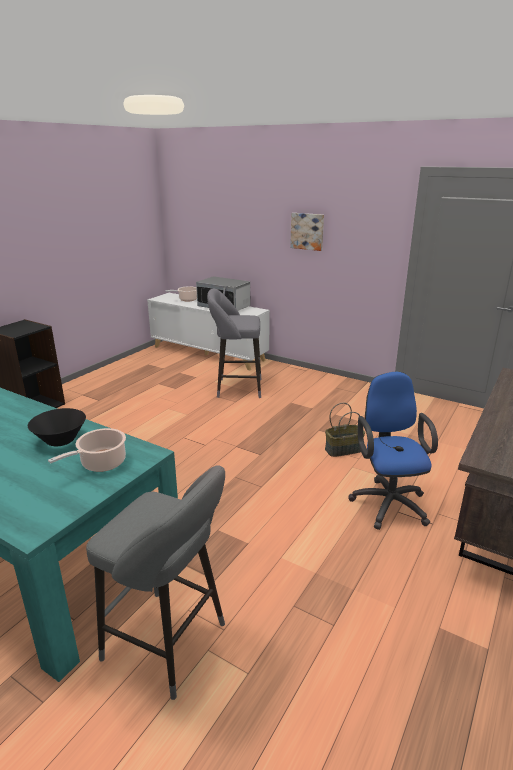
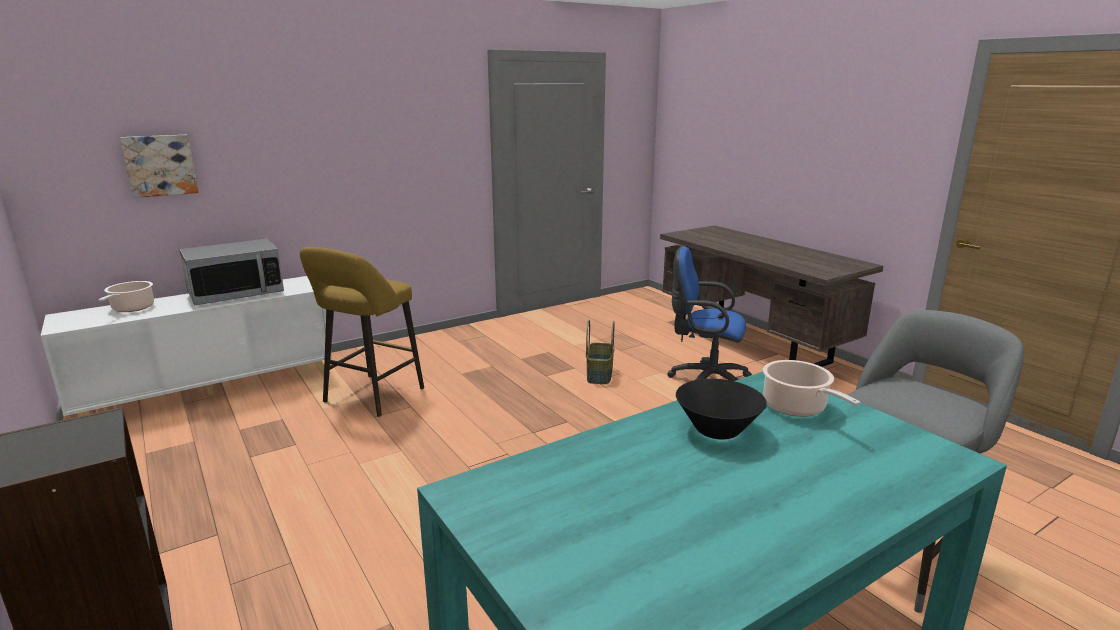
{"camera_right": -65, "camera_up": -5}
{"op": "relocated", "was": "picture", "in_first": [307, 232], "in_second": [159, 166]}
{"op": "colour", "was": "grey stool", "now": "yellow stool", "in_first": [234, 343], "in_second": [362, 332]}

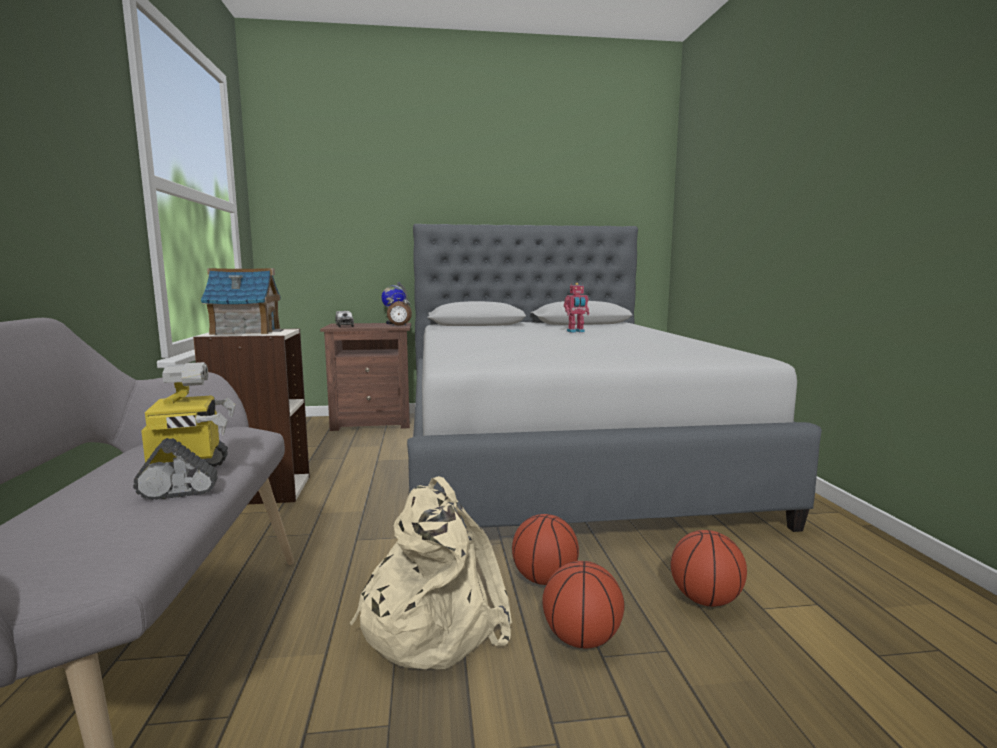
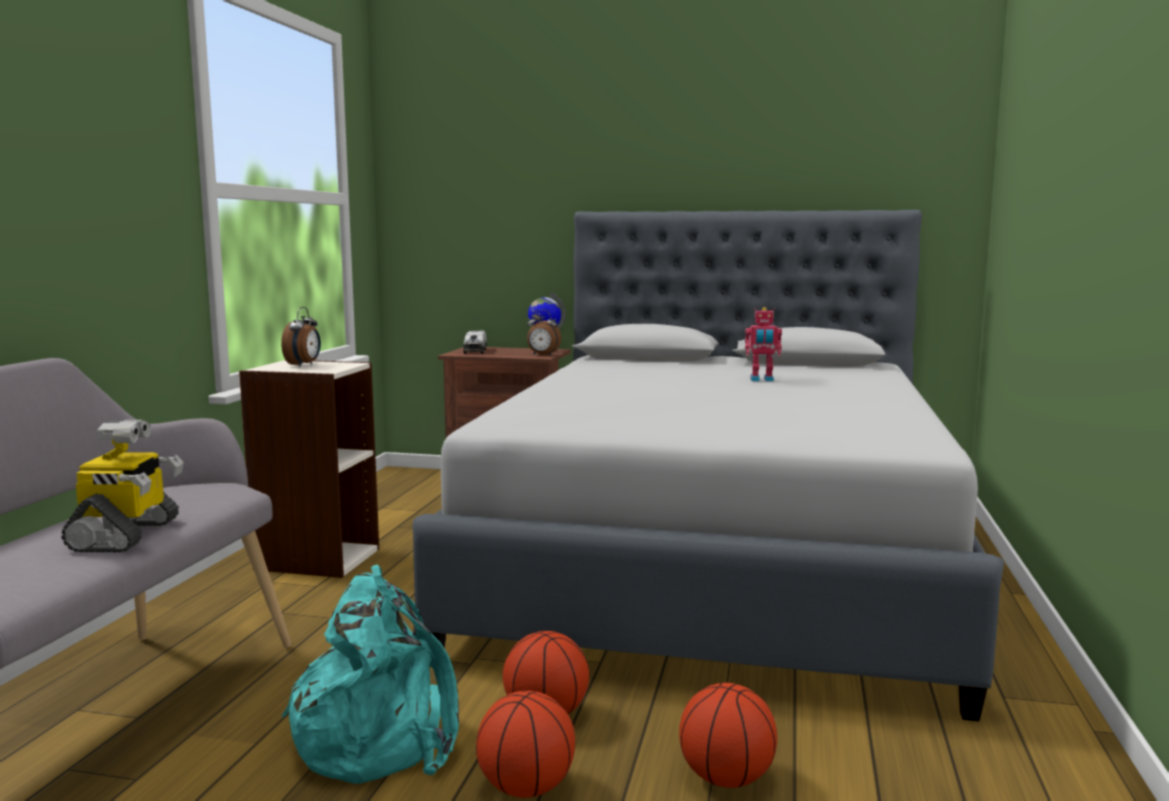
{"camera_right": 20, "camera_up": 0}
{"op": "exchanged", "was": "toy house", "now": "alarm clock", "in_first": [242, 301], "in_second": [301, 337]}
{"op": "colour", "was": "beige backpack", "now": "turquoise backpack", "in_first": [430, 572], "in_second": [370, 674]}

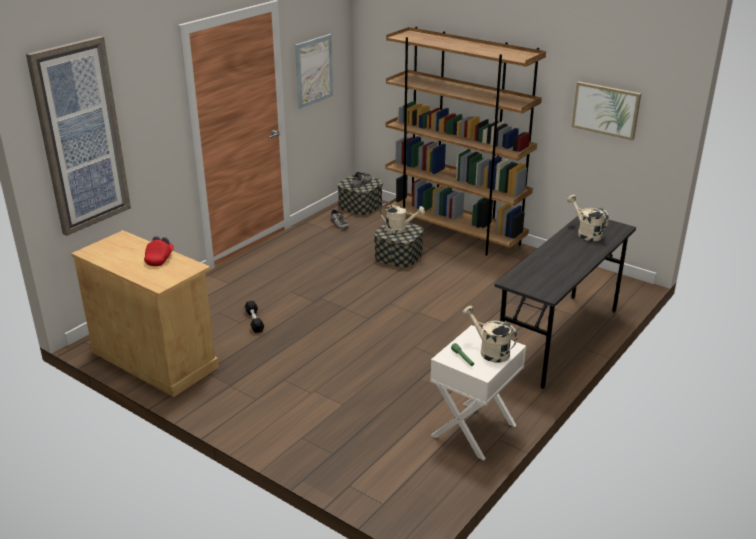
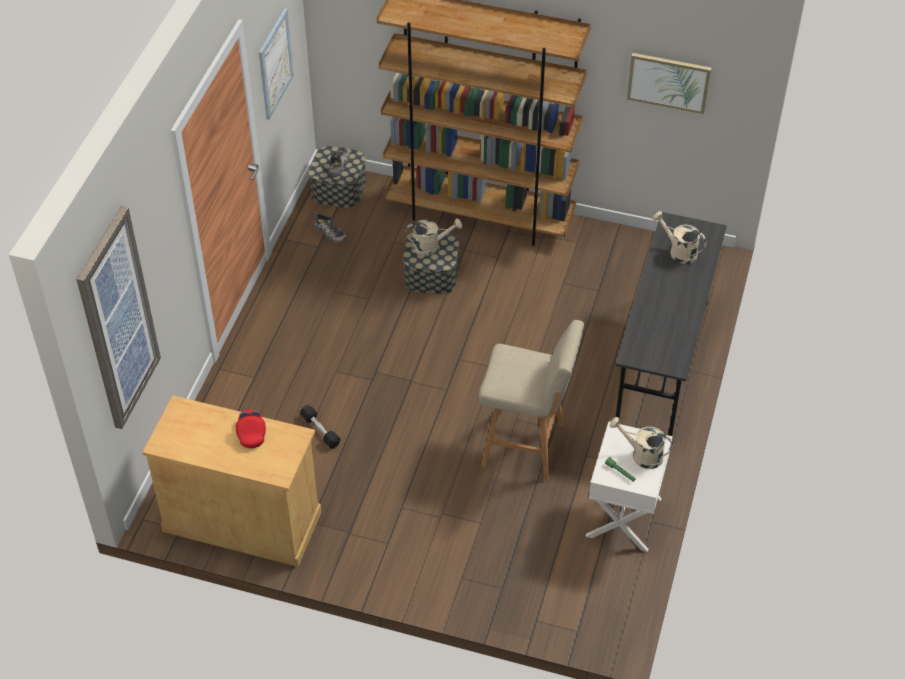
{"camera_right": -20, "camera_up": 20}
{"op": "appeared", "now": "beige stool", "in_second": [531, 400]}

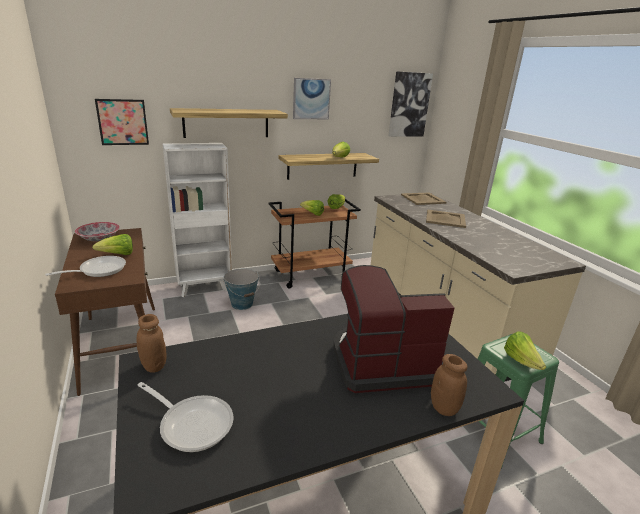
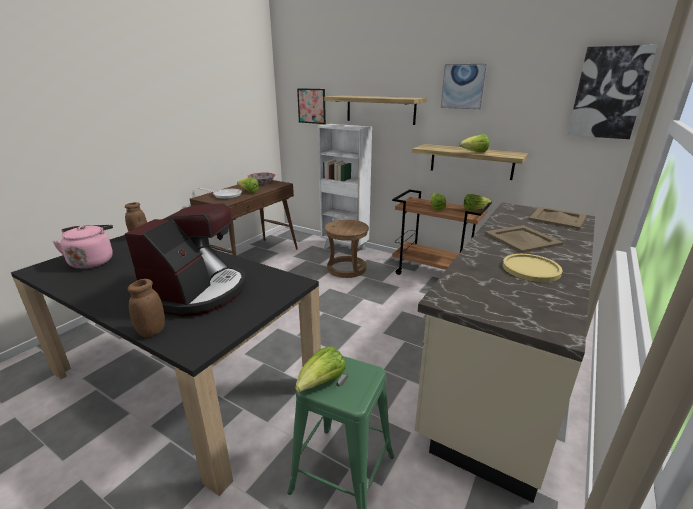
{"camera_right": 55, "camera_up": 0}
{"op": "spun", "was": "coffee machine", "in_first": [394, 329], "in_second": [185, 259], "clockwise": 60}
{"op": "exchanged", "was": "bucket", "now": "brown stool", "in_first": [242, 289], "in_second": [347, 249]}
{"op": "exchanged", "was": "frying pan", "now": "pink kettle", "in_first": [185, 417], "in_second": [82, 247]}
{"op": "appeared", "now": "yellow plate", "in_second": [532, 268]}

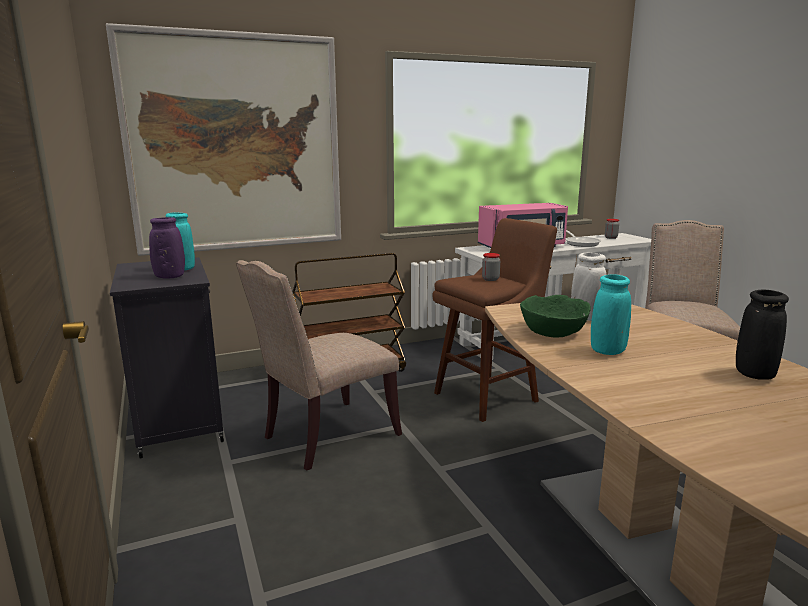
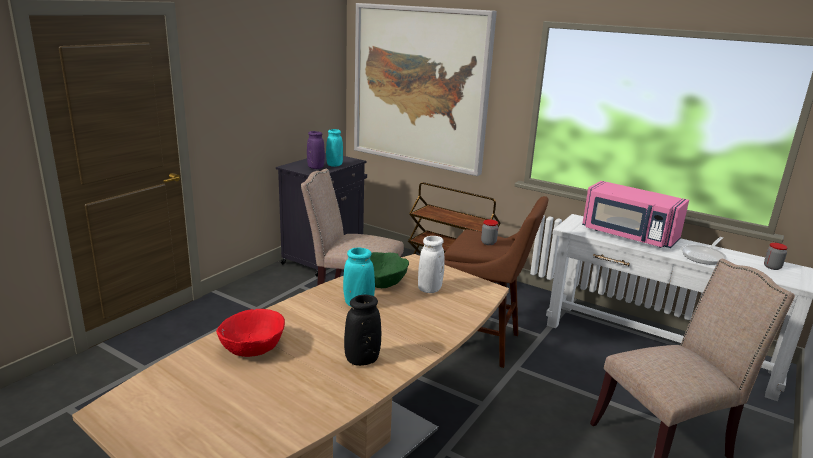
{"camera_right": 55, "camera_up": 5}
{"op": "appeared", "now": "red bowl", "in_second": [250, 333]}

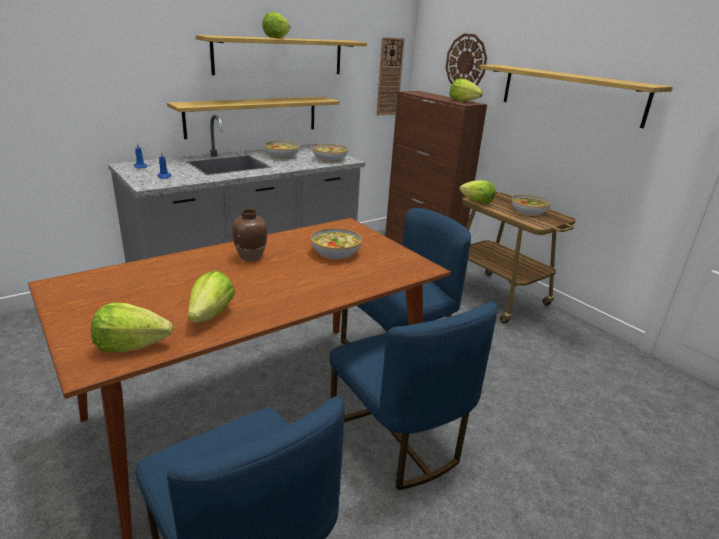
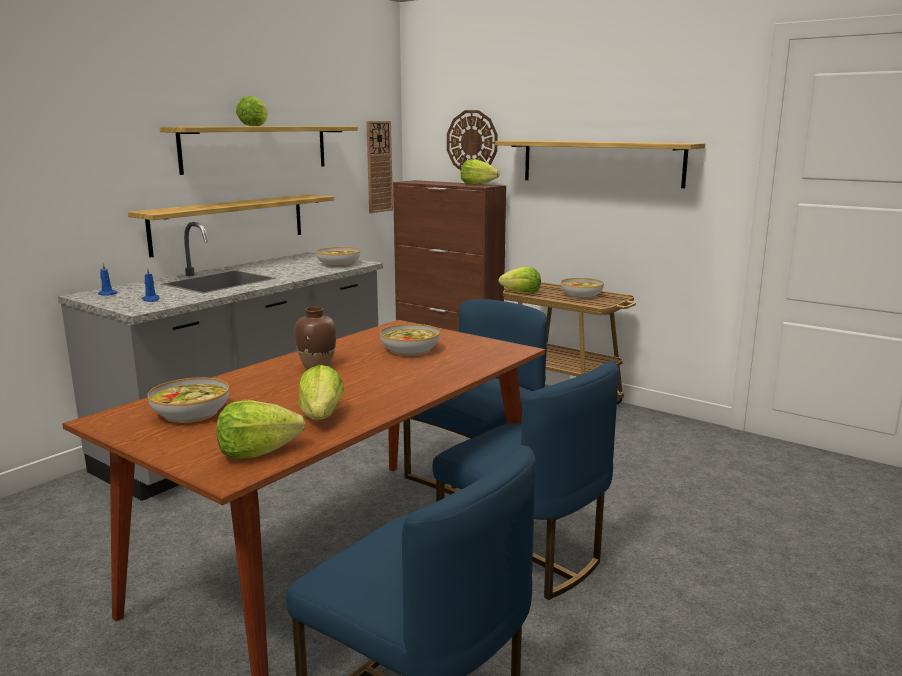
{"camera_right": -15, "camera_up": -10}
{"op": "relocated", "was": "bowl", "in_first": [282, 150], "in_second": [188, 400]}

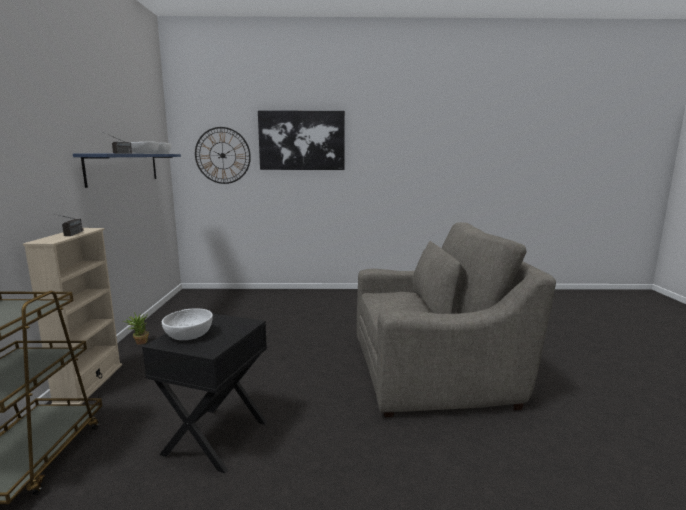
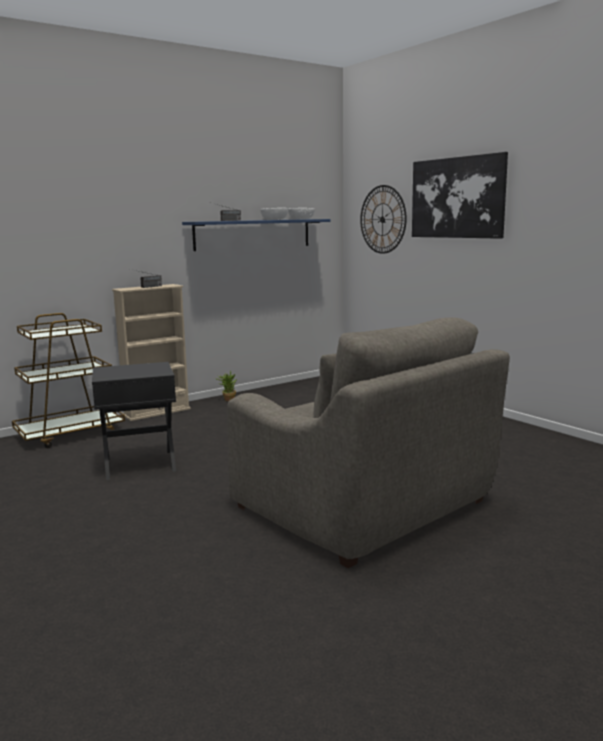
{"camera_right": 55, "camera_up": 0}
{"op": "missing", "was": "white bowl", "in_first": [187, 324]}

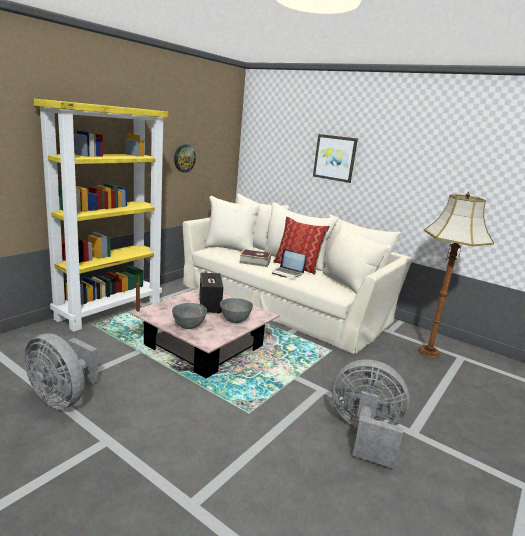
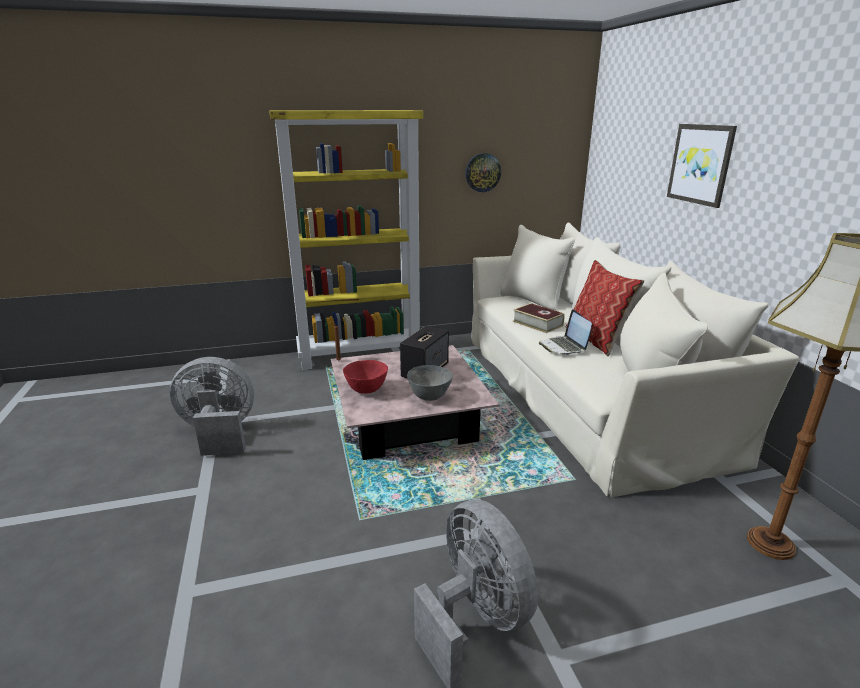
{"camera_right": 40, "camera_up": 5}
{"op": "colour", "was": "grey bowl", "now": "red bowl", "in_first": [189, 316], "in_second": [365, 377]}
{"op": "spun", "was": "grey fan", "in_first": [61, 371], "in_second": [212, 406], "clockwise": 105}

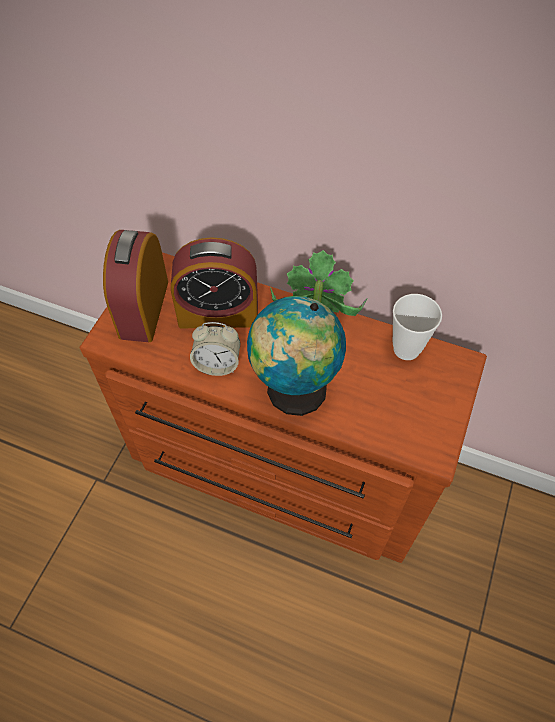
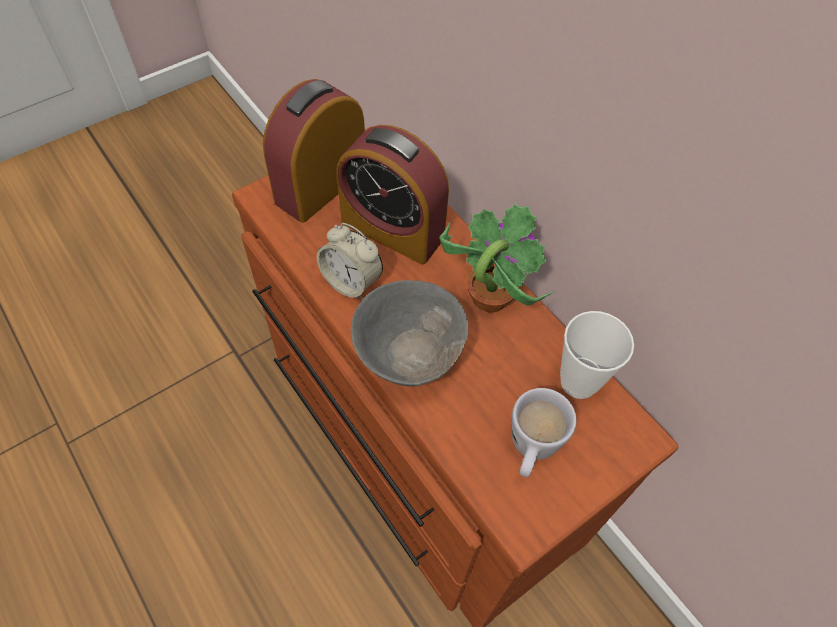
{"camera_right": 30, "camera_up": 0}
{"op": "exchanged", "was": "globe", "now": "grey bowl", "in_first": [296, 356], "in_second": [409, 333]}
{"op": "appeared", "now": "white mug", "in_second": [544, 432]}

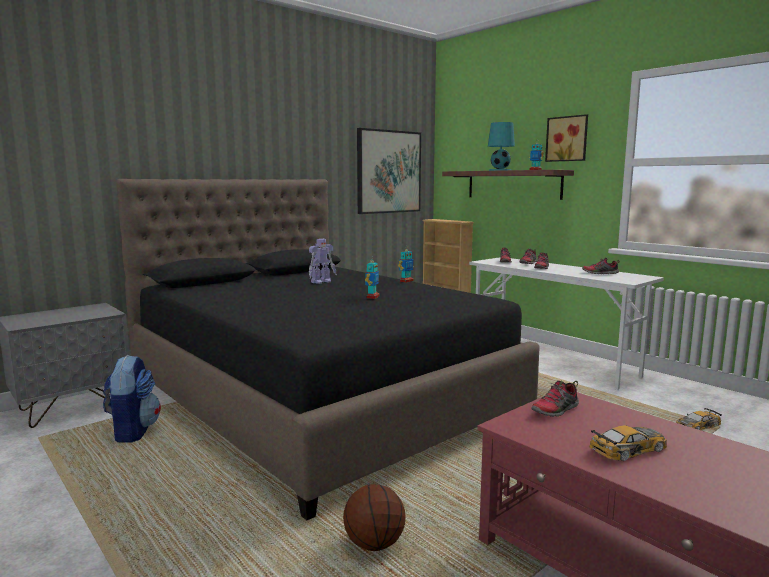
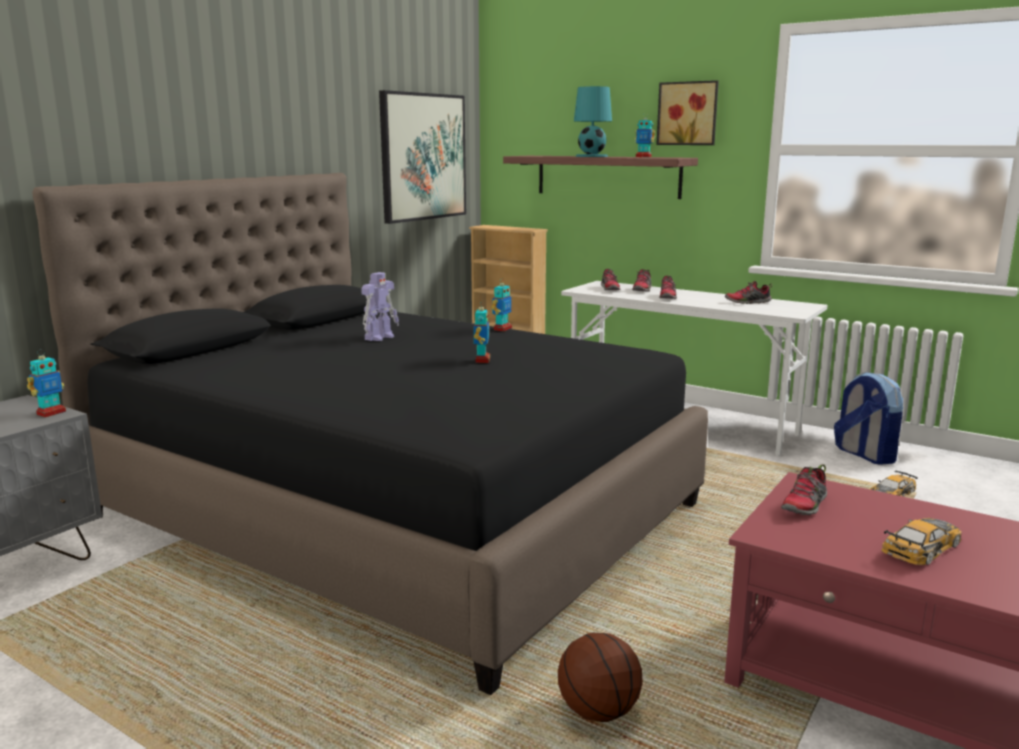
{"camera_right": -15, "camera_up": 5}
{"op": "relocated", "was": "backpack", "in_first": [132, 399], "in_second": [868, 418]}
{"op": "appeared", "now": "toy robot", "in_second": [46, 383]}

